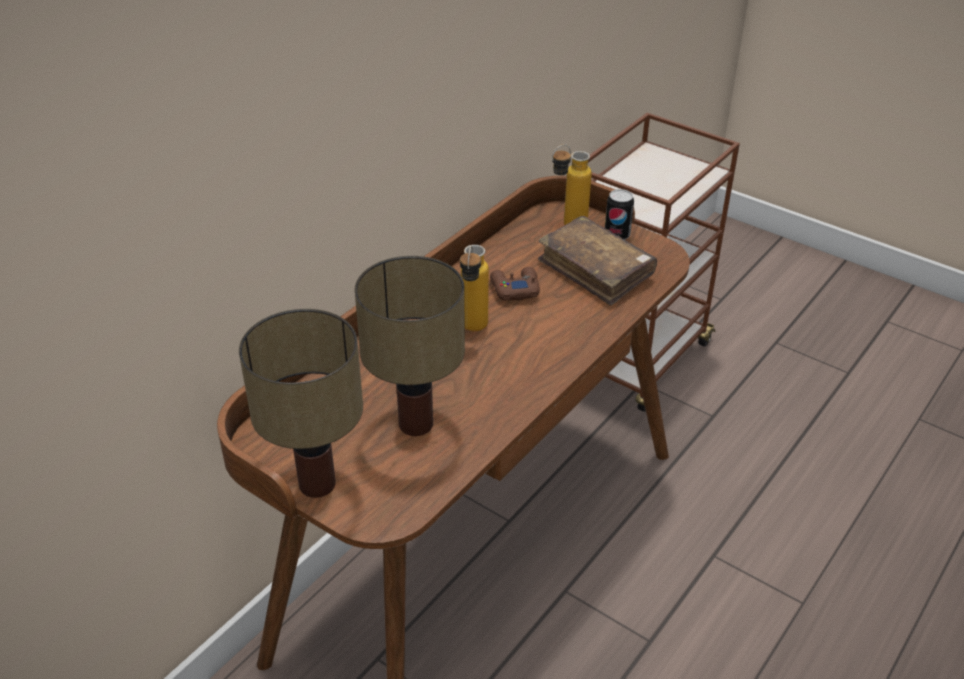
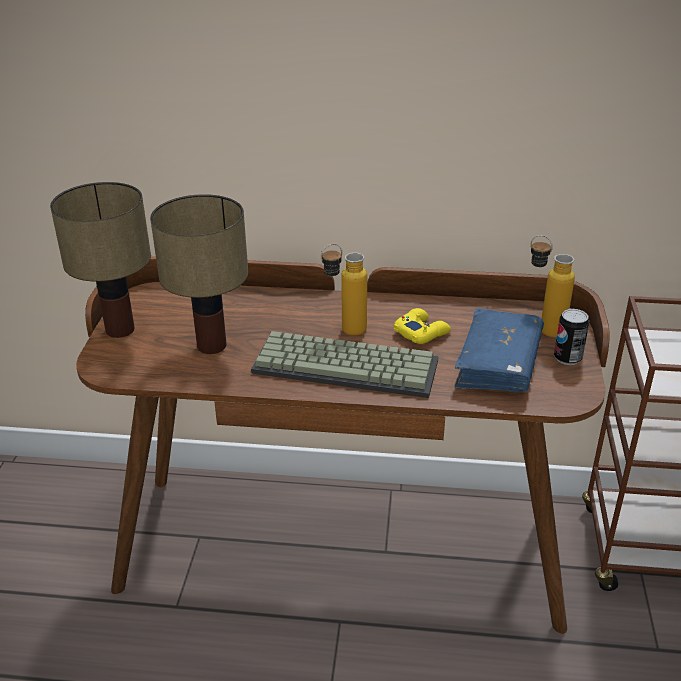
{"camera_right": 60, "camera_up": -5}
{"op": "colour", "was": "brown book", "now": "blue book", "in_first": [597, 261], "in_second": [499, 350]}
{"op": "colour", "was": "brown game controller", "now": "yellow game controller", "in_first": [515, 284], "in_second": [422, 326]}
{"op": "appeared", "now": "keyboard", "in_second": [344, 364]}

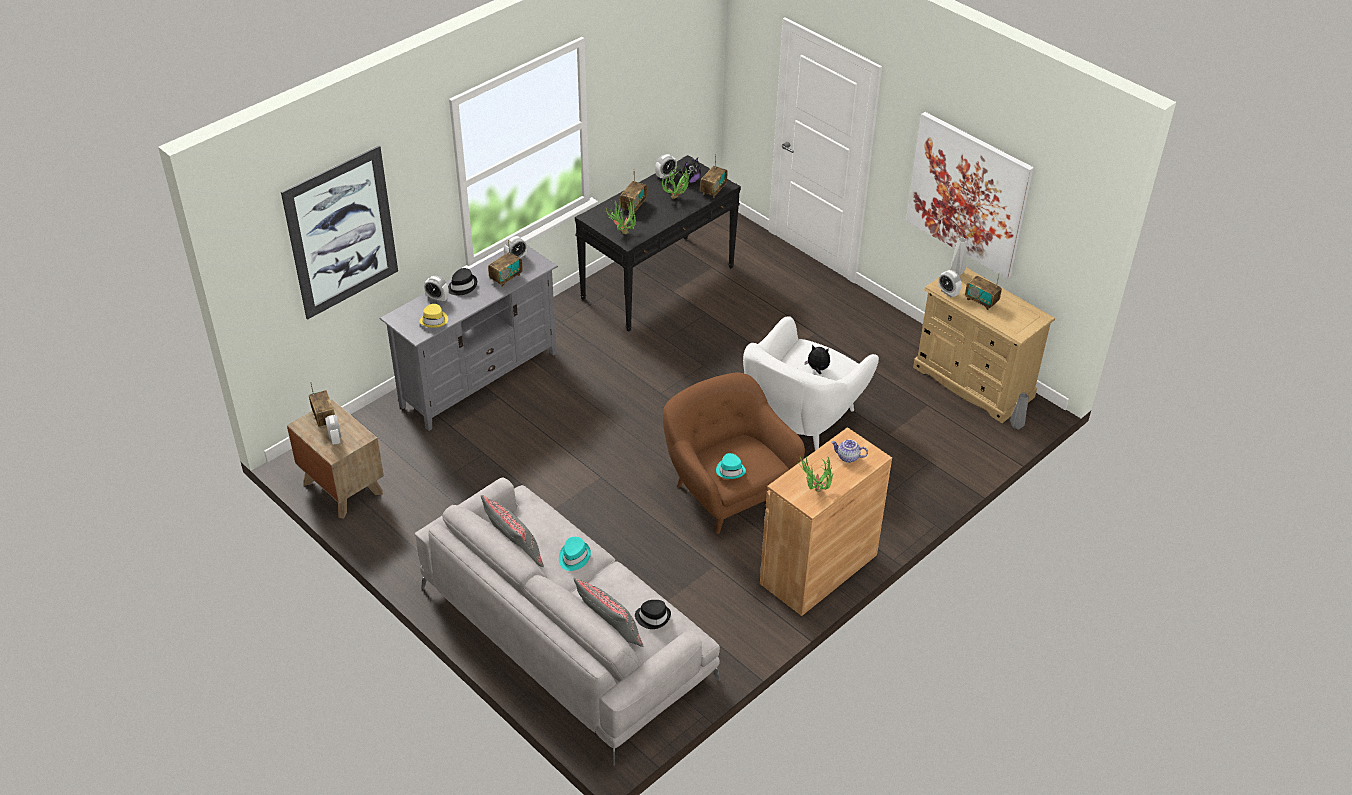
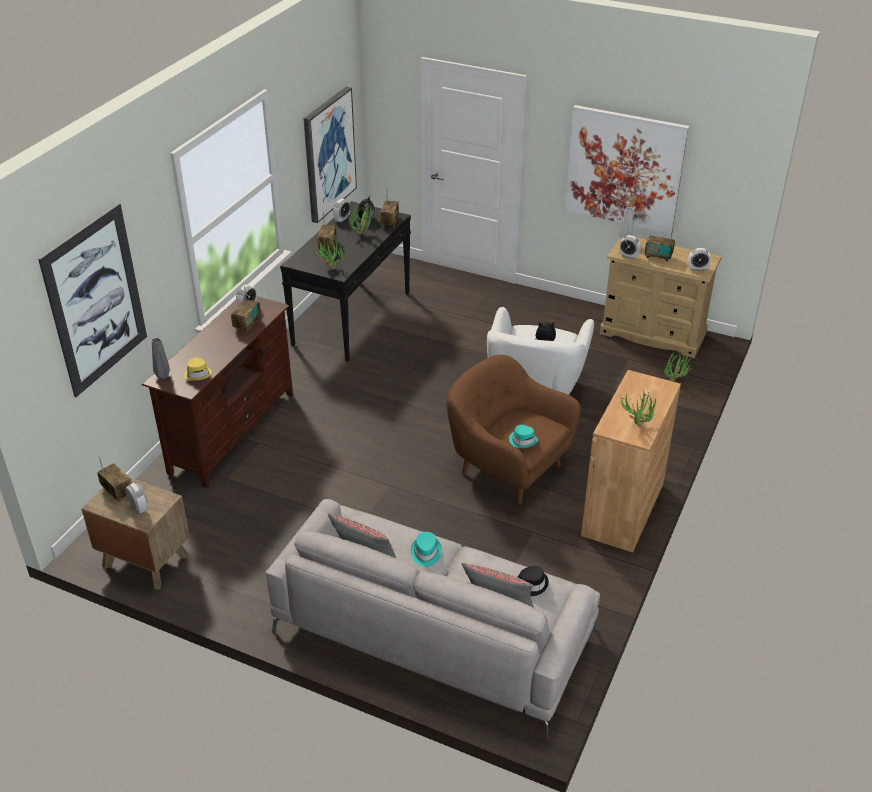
{"camera_right": -20, "camera_up": -5}
{"op": "colour", "was": "grey tv stand", "now": "brown tv stand", "in_first": [468, 338], "in_second": [217, 392]}
{"op": "missing", "was": "black hat", "in_first": [462, 281]}
{"op": "relocated", "was": "alarm clock", "in_first": [436, 289], "in_second": [699, 259]}
{"op": "relocated", "was": "grey vase", "in_first": [1019, 411], "in_second": [161, 358]}
{"op": "missing", "was": "teapot", "in_first": [849, 451]}
{"op": "appeared", "now": "picture", "in_second": [330, 155]}
{"op": "appeared", "now": "potted plant", "in_second": [678, 366]}

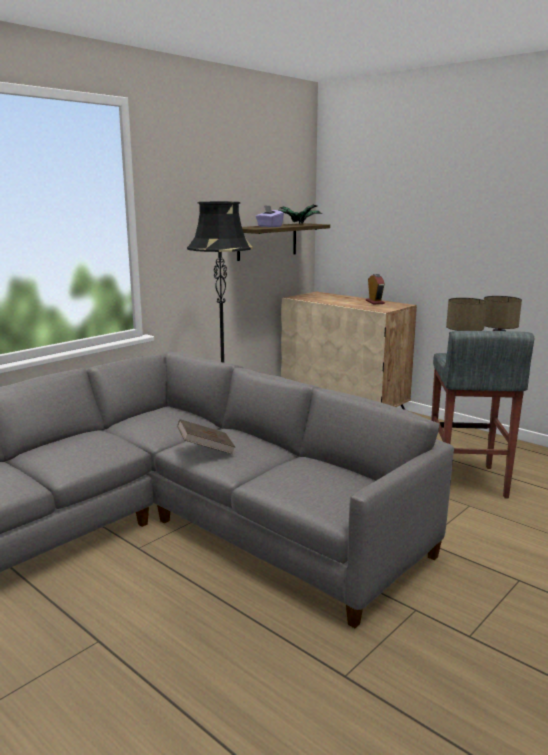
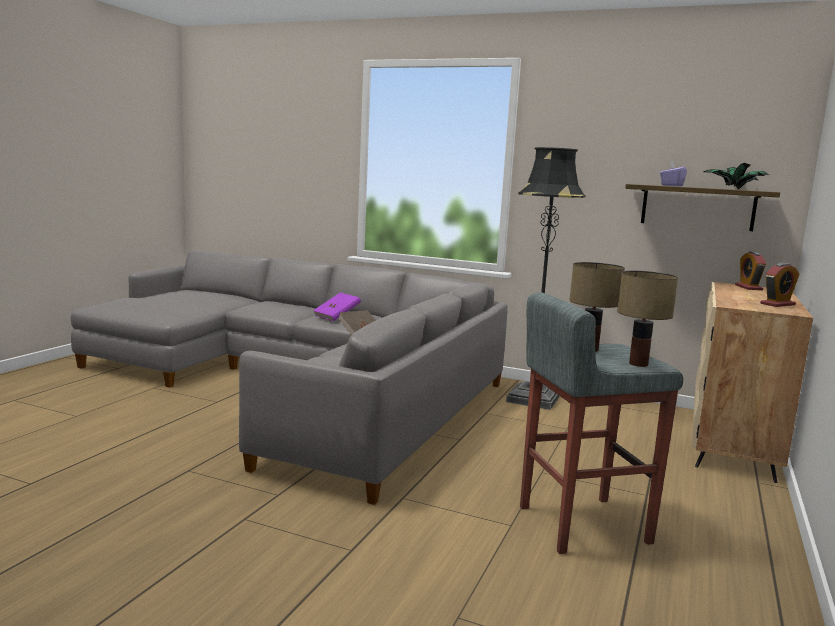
{"camera_right": 70, "camera_up": -5}
{"op": "appeared", "now": "alarm clock", "in_second": [750, 270]}
{"op": "appeared", "now": "purple book", "in_second": [337, 306]}

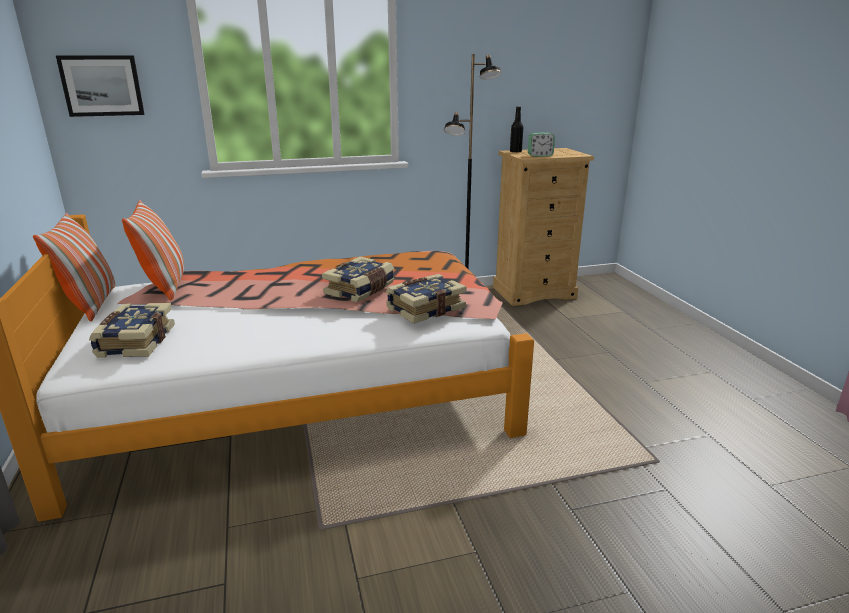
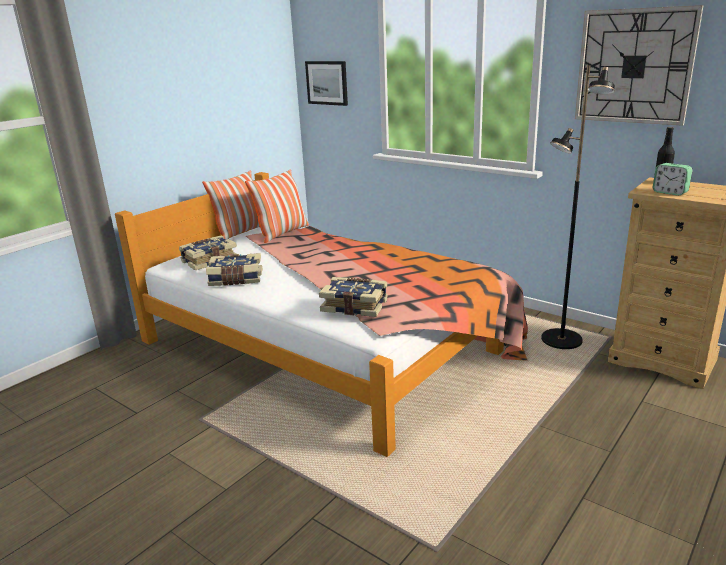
{"camera_right": 55, "camera_up": 0}
{"op": "relocated", "was": "book", "in_first": [358, 279], "in_second": [234, 269]}
{"op": "appeared", "now": "wall clock", "in_second": [639, 65]}

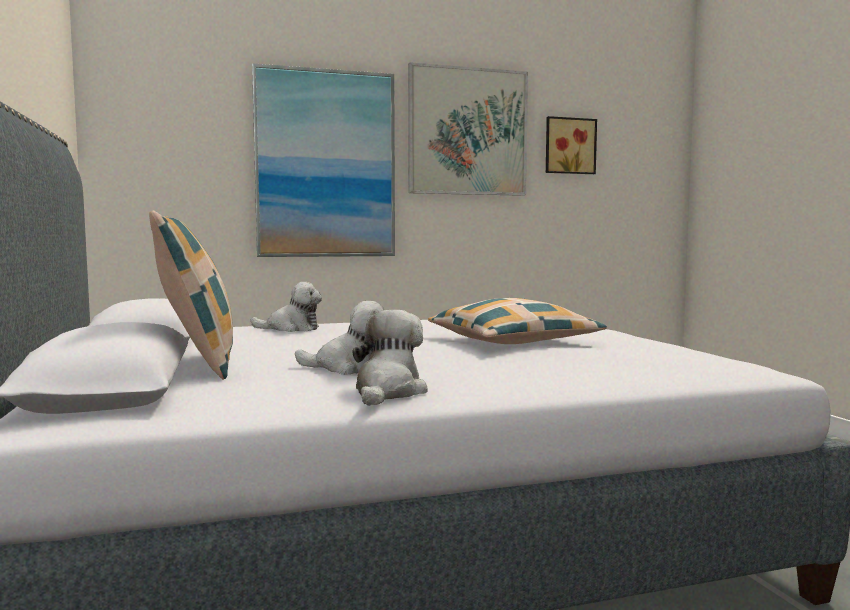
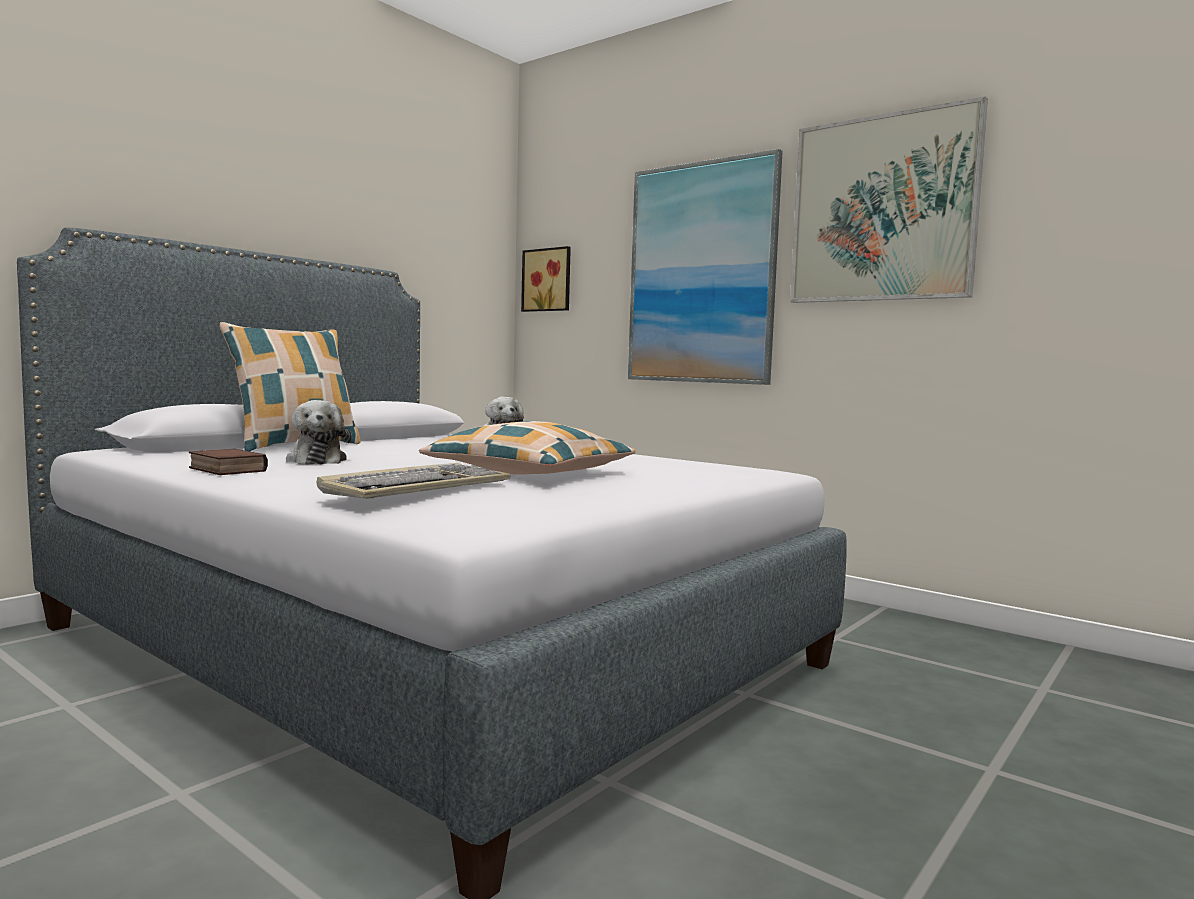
{"camera_right": 55, "camera_up": 0}
{"op": "relocated", "was": "picture", "in_first": [571, 145], "in_second": [546, 279]}
{"op": "exchanged", "was": "plush toy", "now": "book", "in_first": [390, 358], "in_second": [228, 462]}
{"op": "appeared", "now": "keyboard", "in_second": [414, 481]}

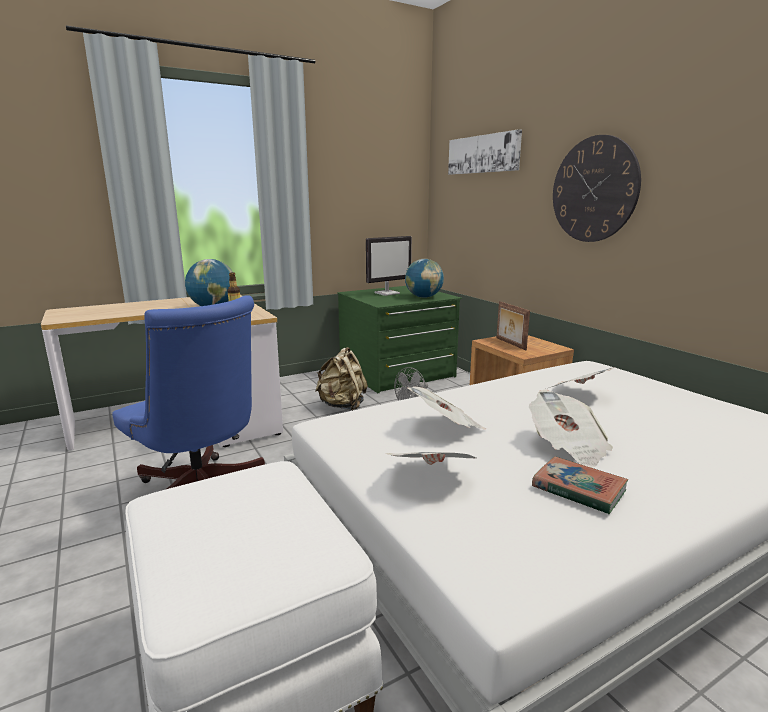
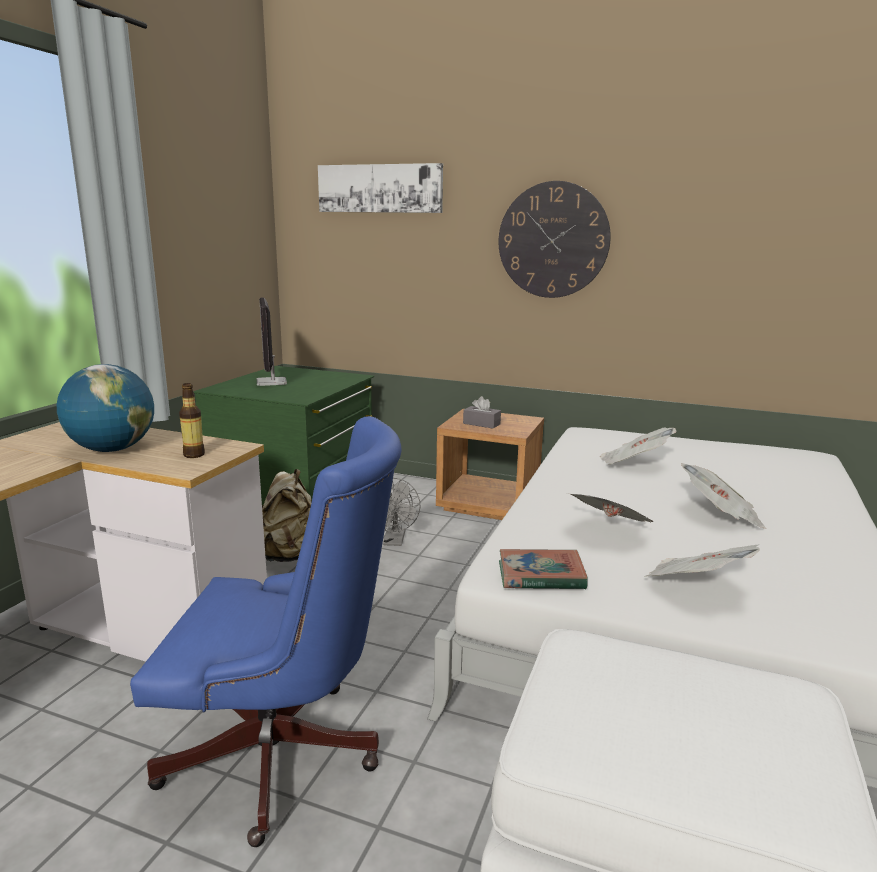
{"camera_right": -40, "camera_up": 0}
{"op": "spun", "was": "monitor", "in_first": [389, 266], "in_second": [272, 342], "clockwise": 150}
{"op": "missing", "was": "globe", "in_first": [424, 278]}
{"op": "exchanged", "was": "picture frame", "now": "grey tissue box", "in_first": [513, 325], "in_second": [482, 412]}
{"op": "relocated", "was": "book", "in_first": [580, 485], "in_second": [543, 569]}

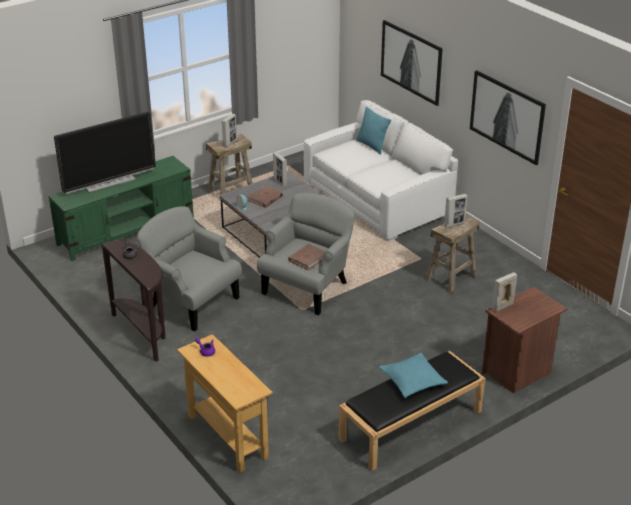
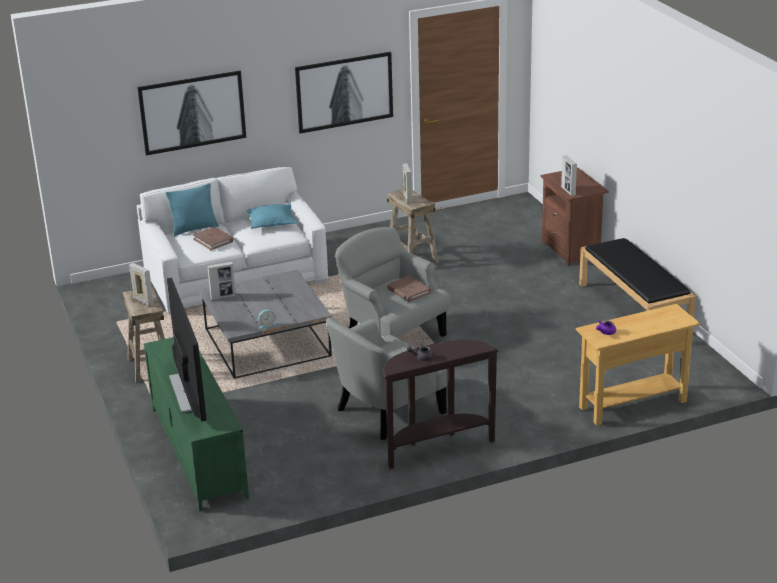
{"camera_right": -75, "camera_up": -5}
{"op": "relocated", "was": "brown book", "in_first": [265, 196], "in_second": [213, 238]}
{"op": "relocated", "was": "turquoise pillow", "in_first": [413, 375], "in_second": [272, 216]}

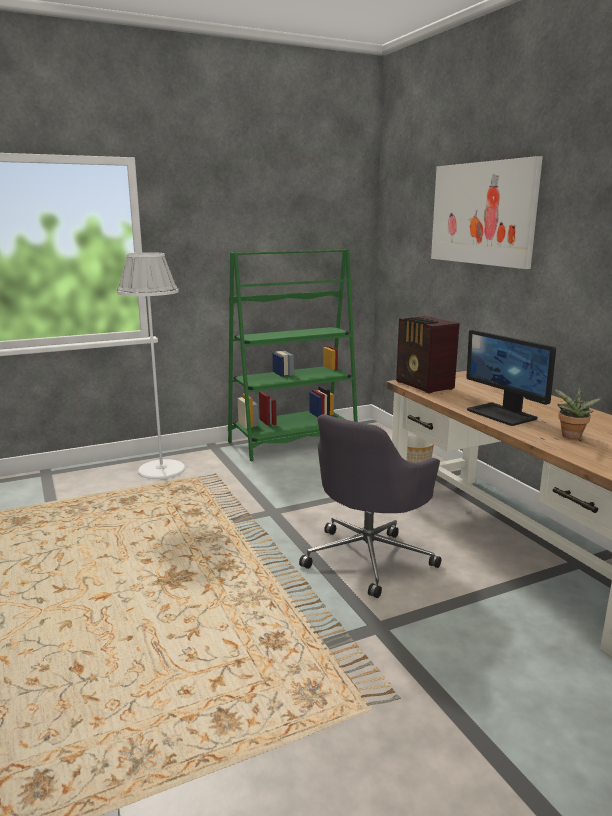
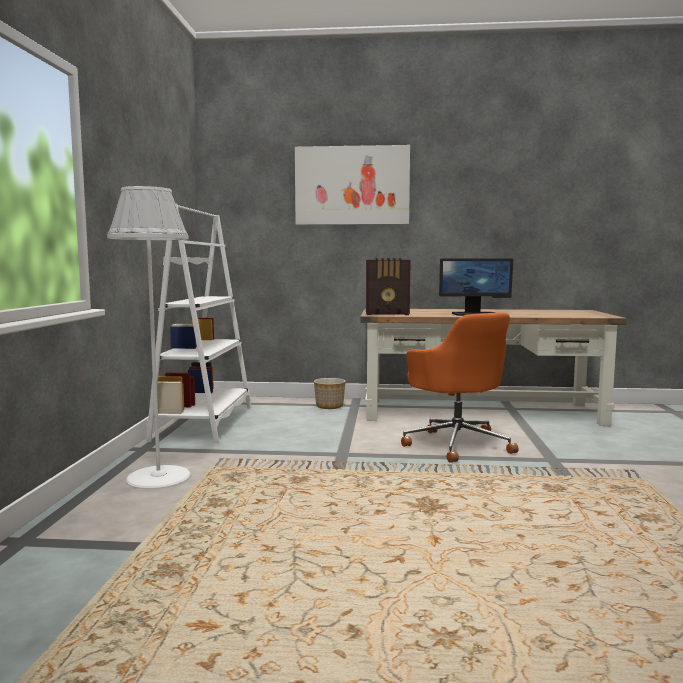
{"camera_right": -60, "camera_up": -10}
{"op": "colour", "was": "green bookcase", "now": "white bookcase", "in_first": [293, 355], "in_second": [199, 323]}
{"op": "missing", "was": "potted plant", "in_first": [578, 413]}
{"op": "colour", "was": "grey office chair", "now": "orange office chair", "in_first": [370, 506], "in_second": [459, 388]}

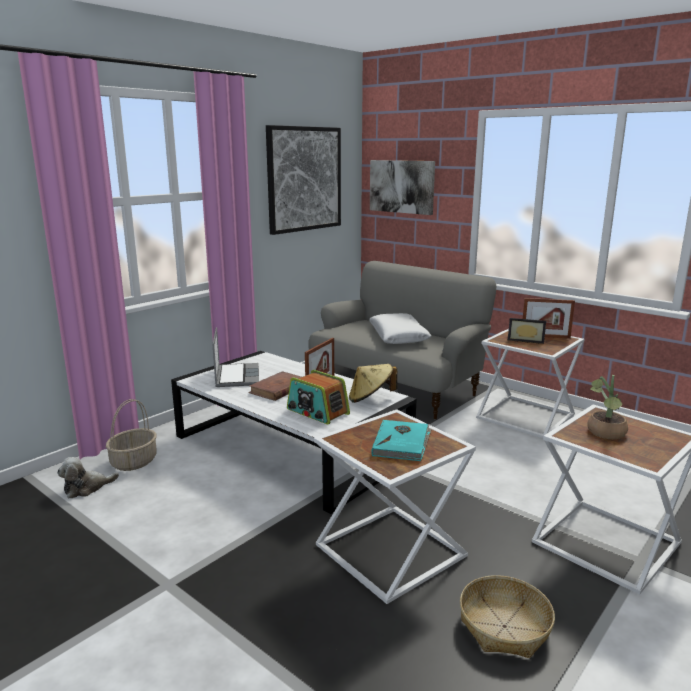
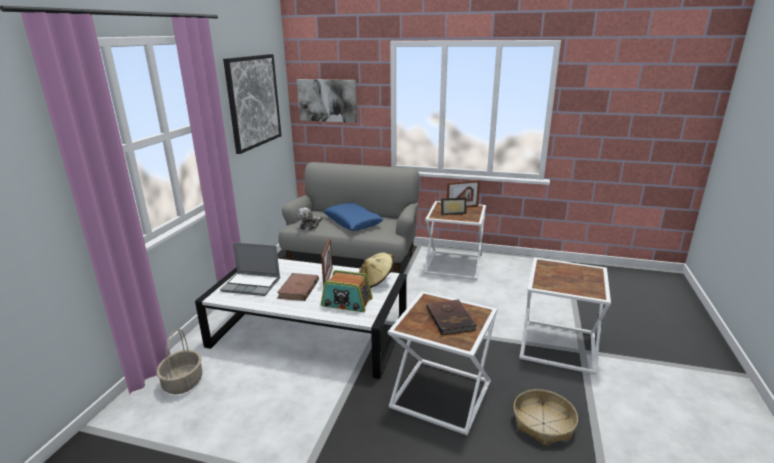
{"camera_right": -25, "camera_up": 5}
{"op": "colour", "was": "white pillow", "now": "blue pillow", "in_first": [400, 328], "in_second": [354, 216]}
{"op": "spun", "was": "laptop", "in_first": [235, 357], "in_second": [250, 269], "clockwise": 135}
{"op": "missing", "was": "potted plant", "in_first": [607, 407]}
{"op": "colour", "was": "turquoise book", "now": "brown book", "in_first": [401, 440], "in_second": [451, 317]}
{"op": "relocated", "was": "plush toy", "in_first": [88, 478], "in_second": [310, 219]}

